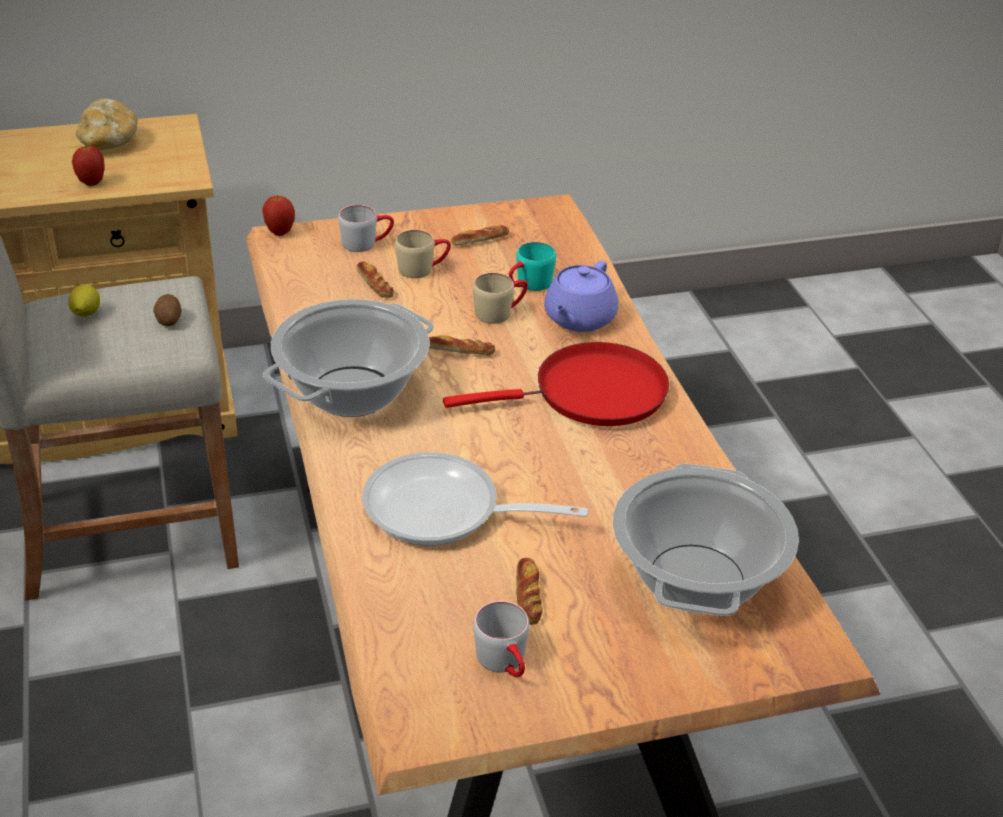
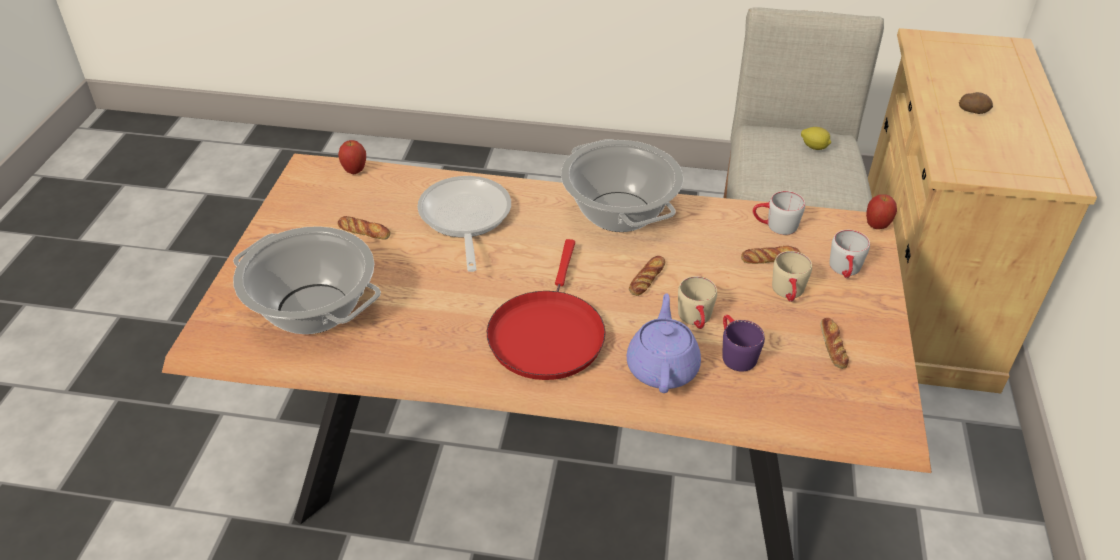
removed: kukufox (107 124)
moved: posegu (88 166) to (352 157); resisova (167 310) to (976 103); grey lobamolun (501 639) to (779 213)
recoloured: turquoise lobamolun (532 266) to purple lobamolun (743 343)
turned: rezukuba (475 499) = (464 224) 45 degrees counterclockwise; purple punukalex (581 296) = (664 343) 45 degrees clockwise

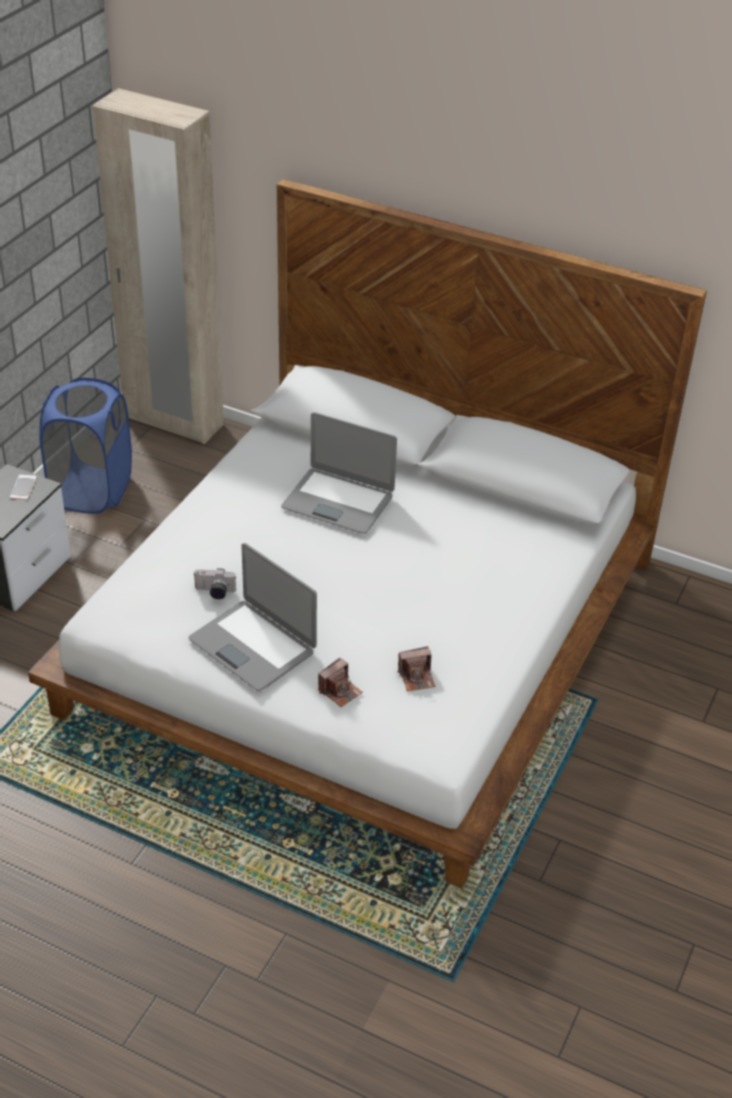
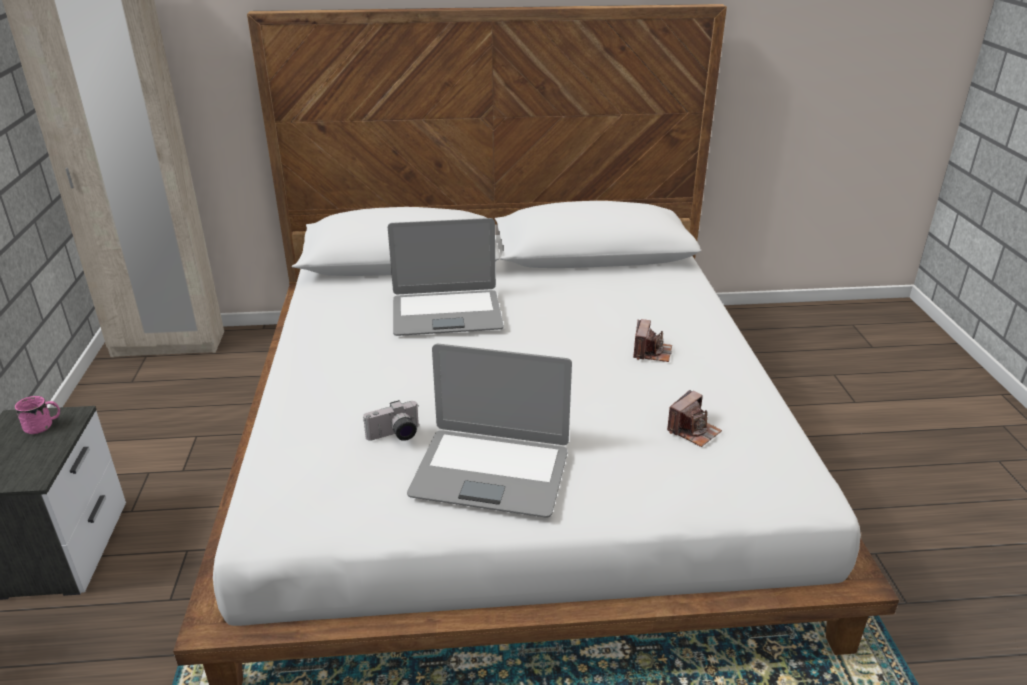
removed: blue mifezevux (85 446)
moved: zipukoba (340 682) to (652 340)
replaced: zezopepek (23 487) to pink lobamolun (37 415)

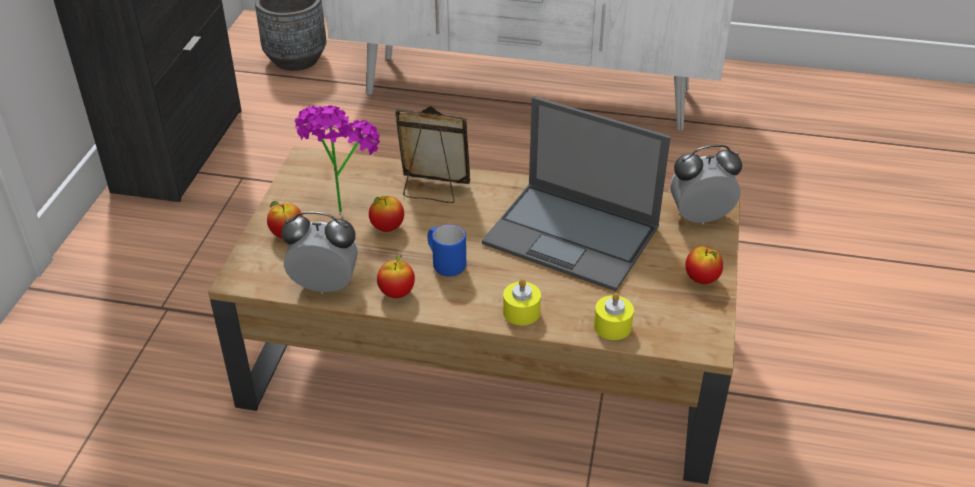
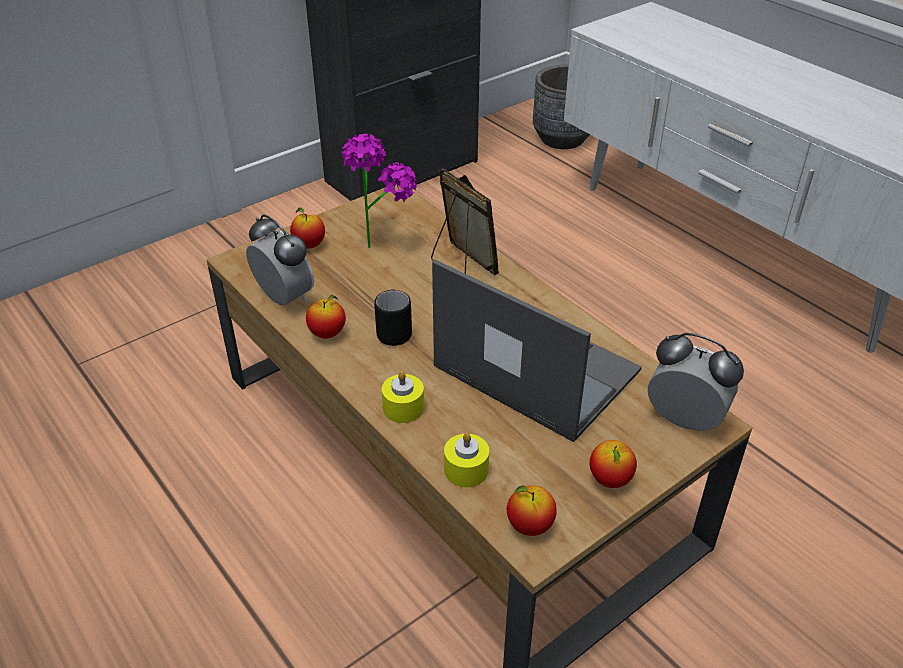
moved: posegu (386 214) to (532 510)
recoloured: blue lobamolun (446 250) to black lobamolun (393 317)
turned: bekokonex (576 193) = (537 351) 150 degrees clockwise

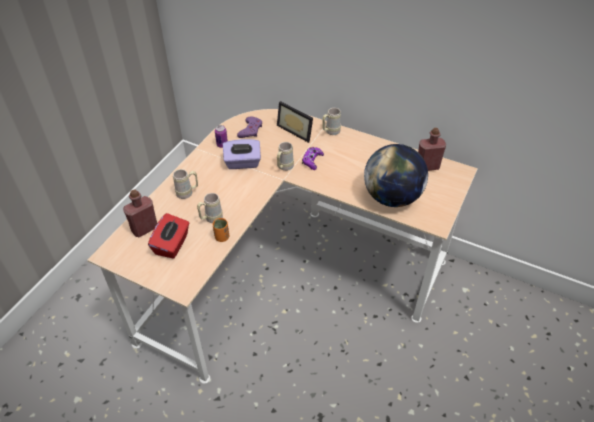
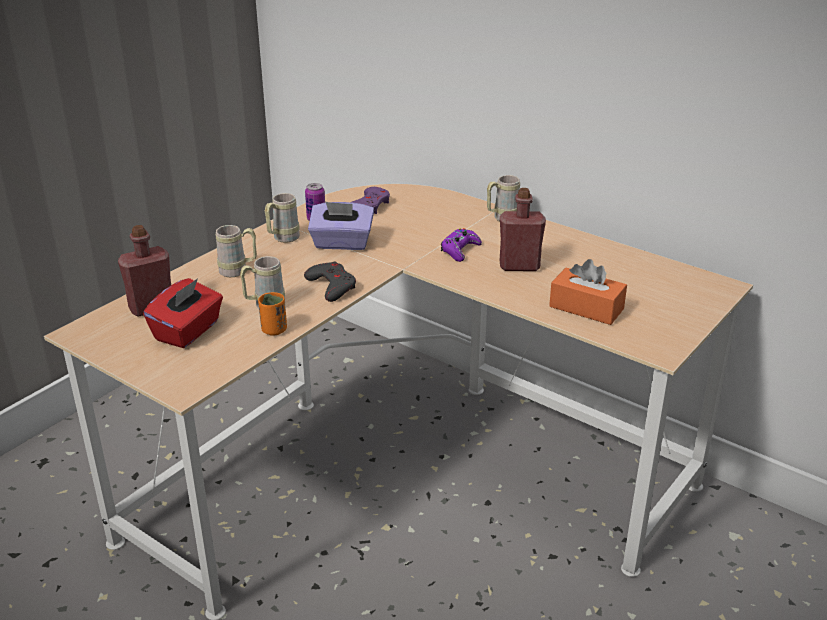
removed: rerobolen (295 122)
added: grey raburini (330 282)
moved: beige lobamolun (285 156) to (282 218); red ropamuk (432 149) to (523 229)
replaced: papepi (396 175) to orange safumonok (588 292)

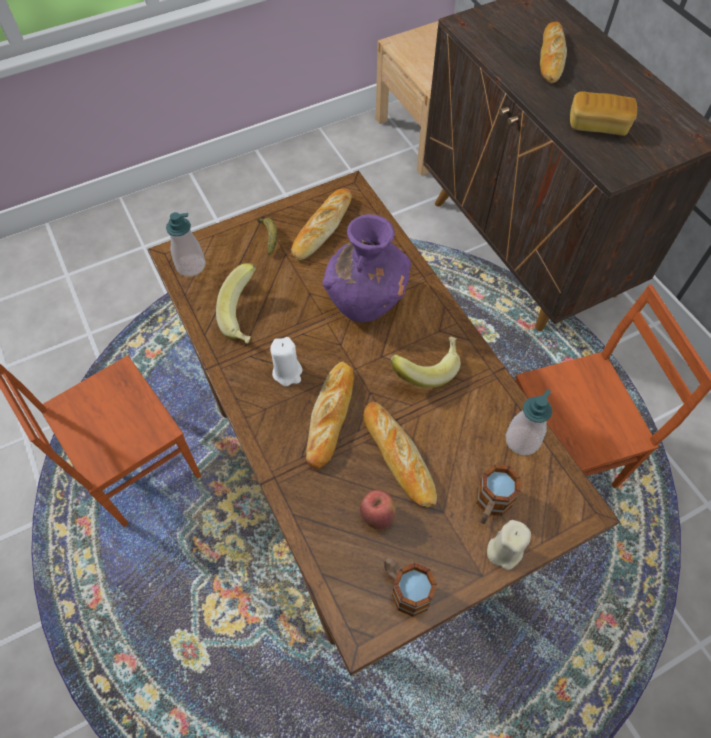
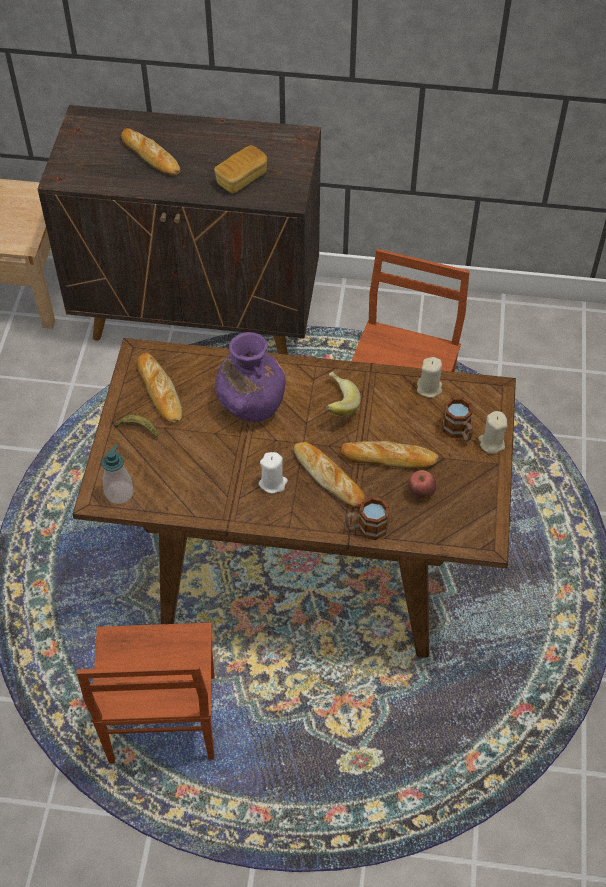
removed: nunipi (236 303)
moved: lobamolun (410 587) to (367 518)
replaced: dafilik (529 422) to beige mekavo (429 377)

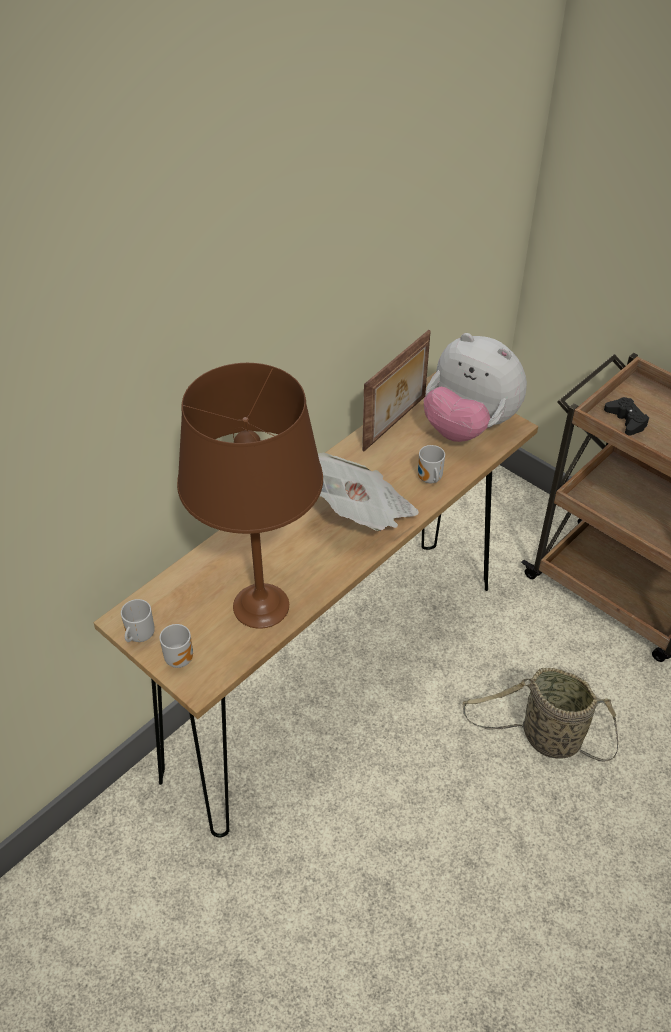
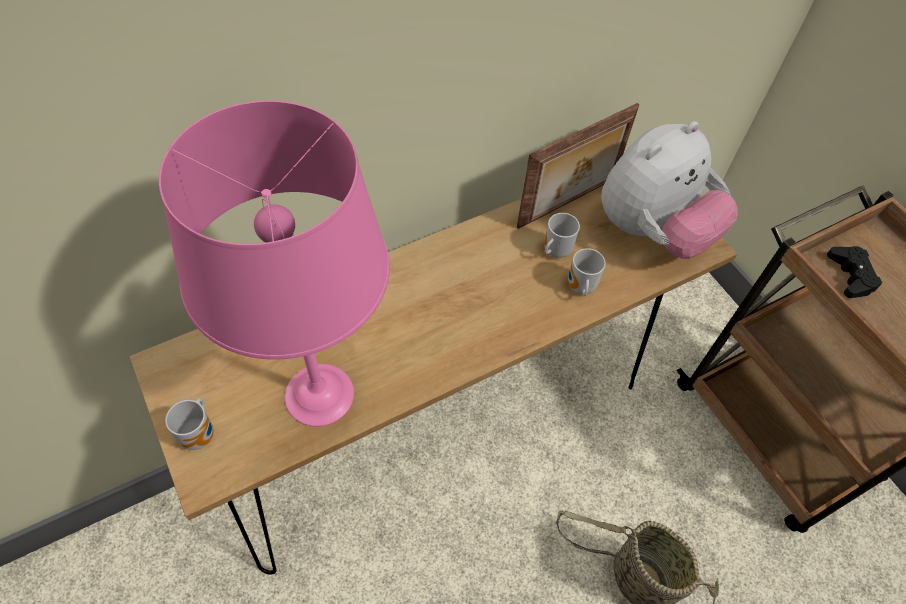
removed: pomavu (368 491)
moved: lobamolun (138 620) to (562 235)
recoloured: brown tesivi (250 496) to pink tesivi (274 264)
turned: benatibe (475 387) = (669 190) 90 degrees counterclockwise

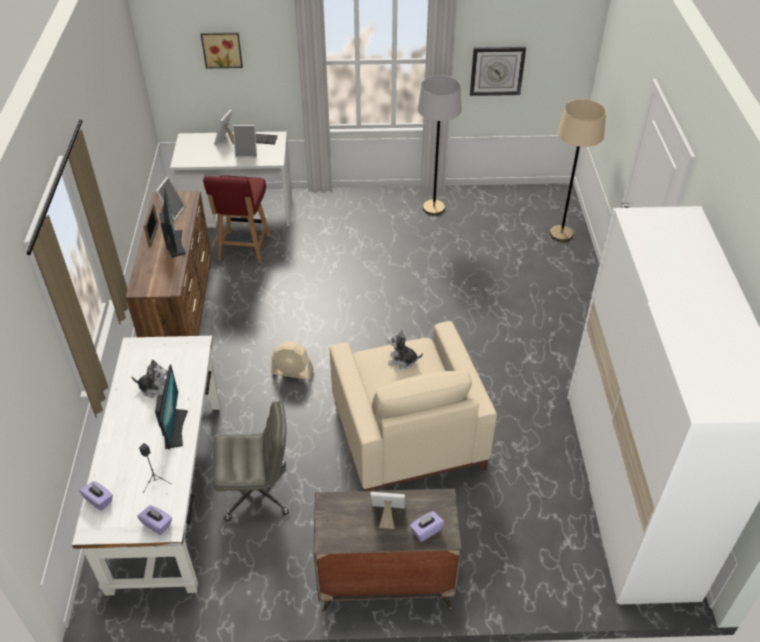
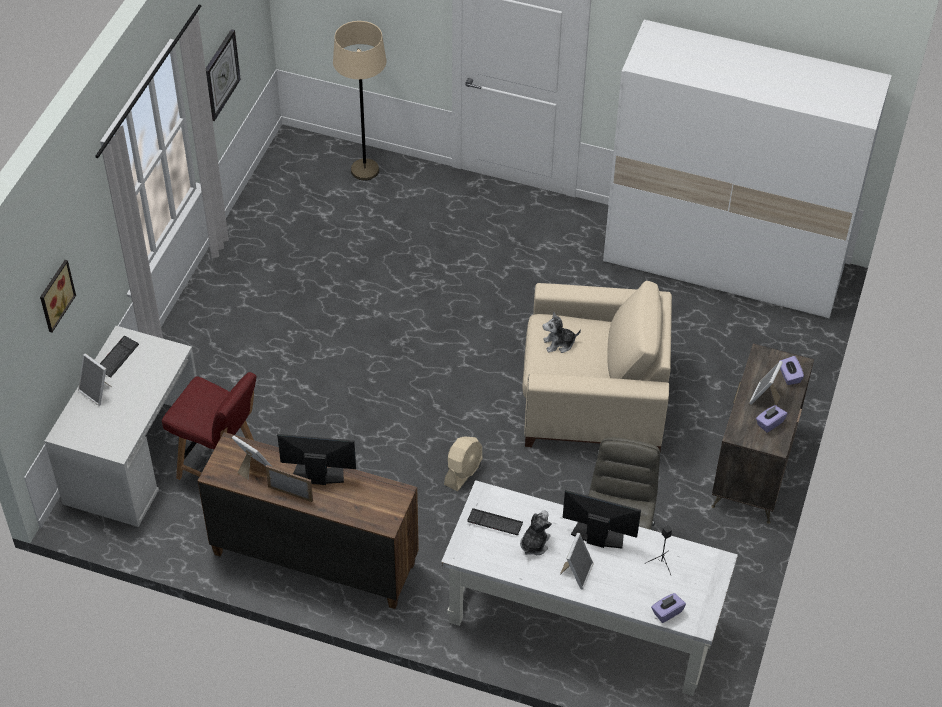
removed: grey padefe (440 145)
added: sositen (495 521)
moved: purple safumonok (154 520) to (771 419); rerobolen (245 141) to (577 561)
turned: benatibe (405 349) = (562 332) 45 degrees clockwise

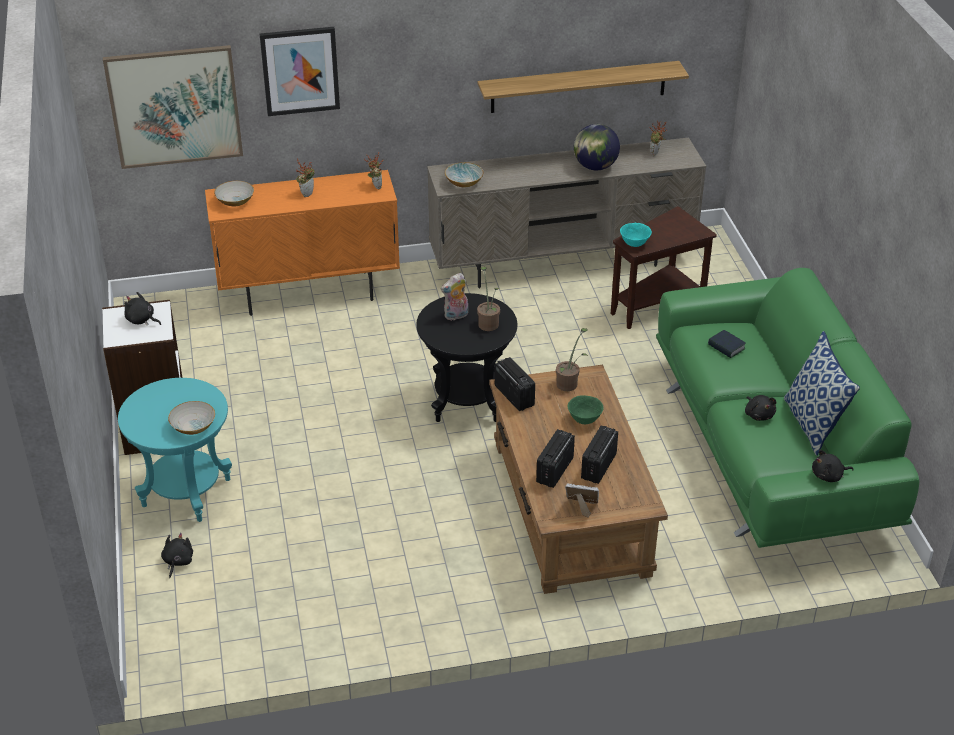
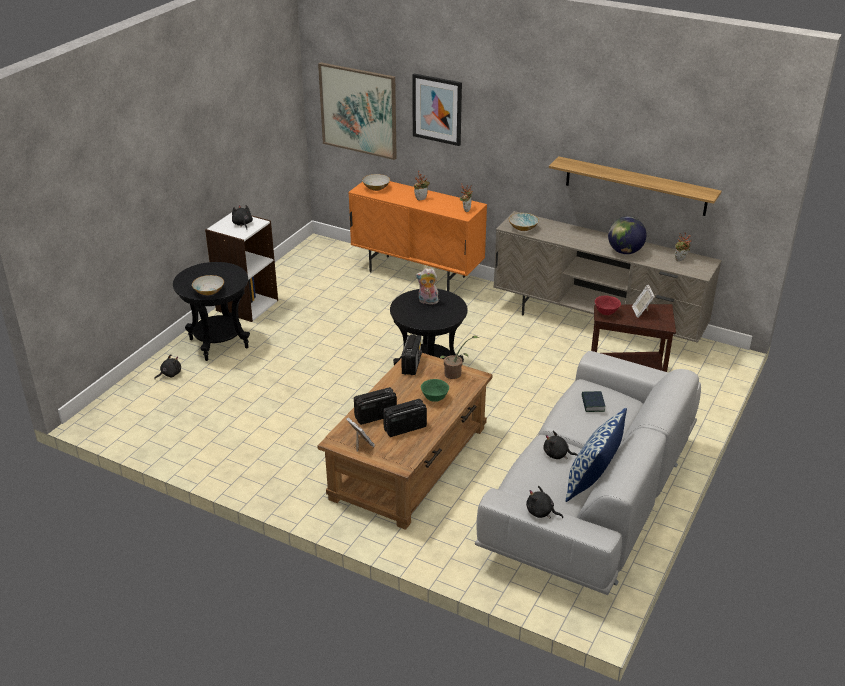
removed: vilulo (488 299)
added: rerobolen (643 301)
recoloured: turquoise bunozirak (175 450) to black bunozirak (211 311); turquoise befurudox (636 235) to red befurudox (608 305); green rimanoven (787 408) to grey rimanoven (588 473)
turned: black benatibe (760 408) = (560 445) 90 degrees clockwise

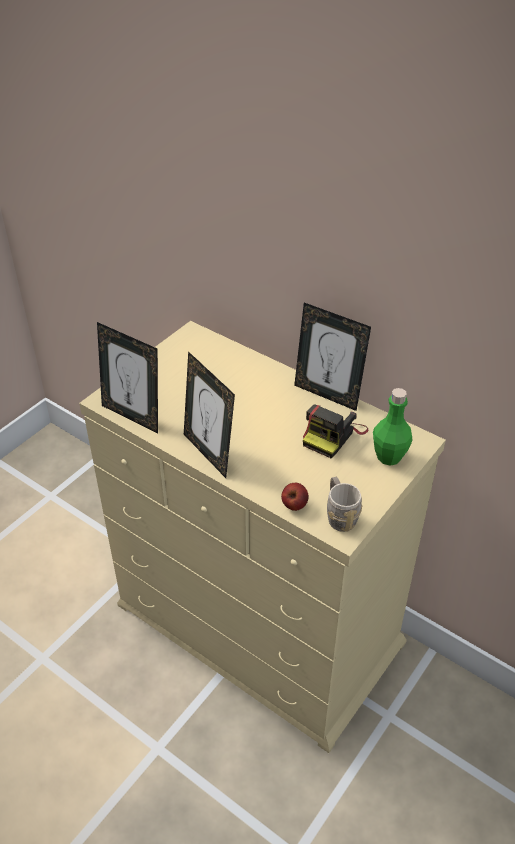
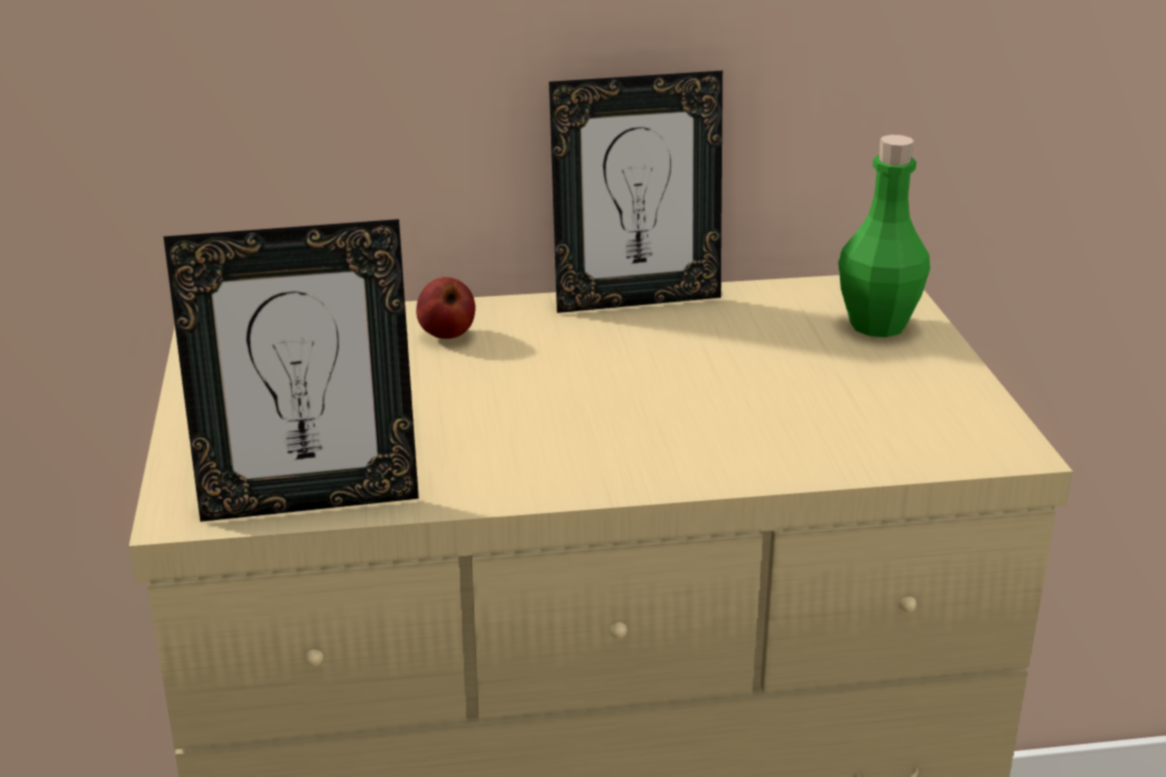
removed: rerobolen (209 414); zipukoba (335 431); grey lobamolun (345 504)
moved: posegu (295 497) to (445 308)

